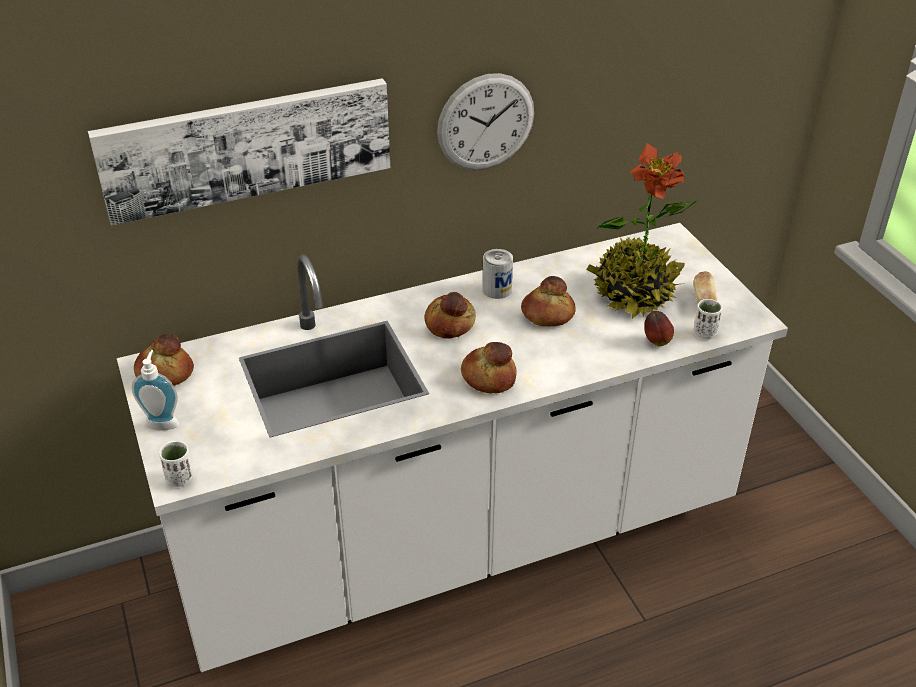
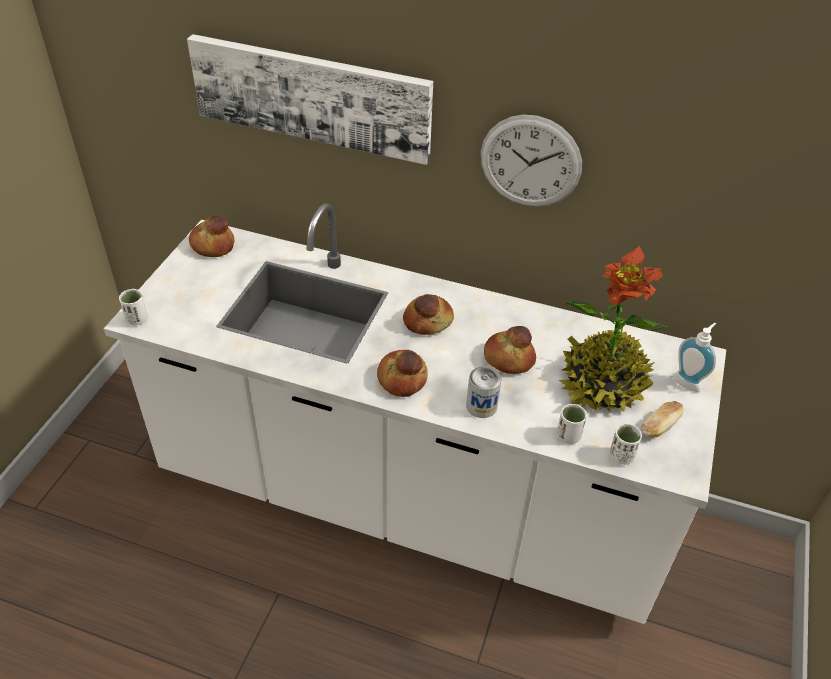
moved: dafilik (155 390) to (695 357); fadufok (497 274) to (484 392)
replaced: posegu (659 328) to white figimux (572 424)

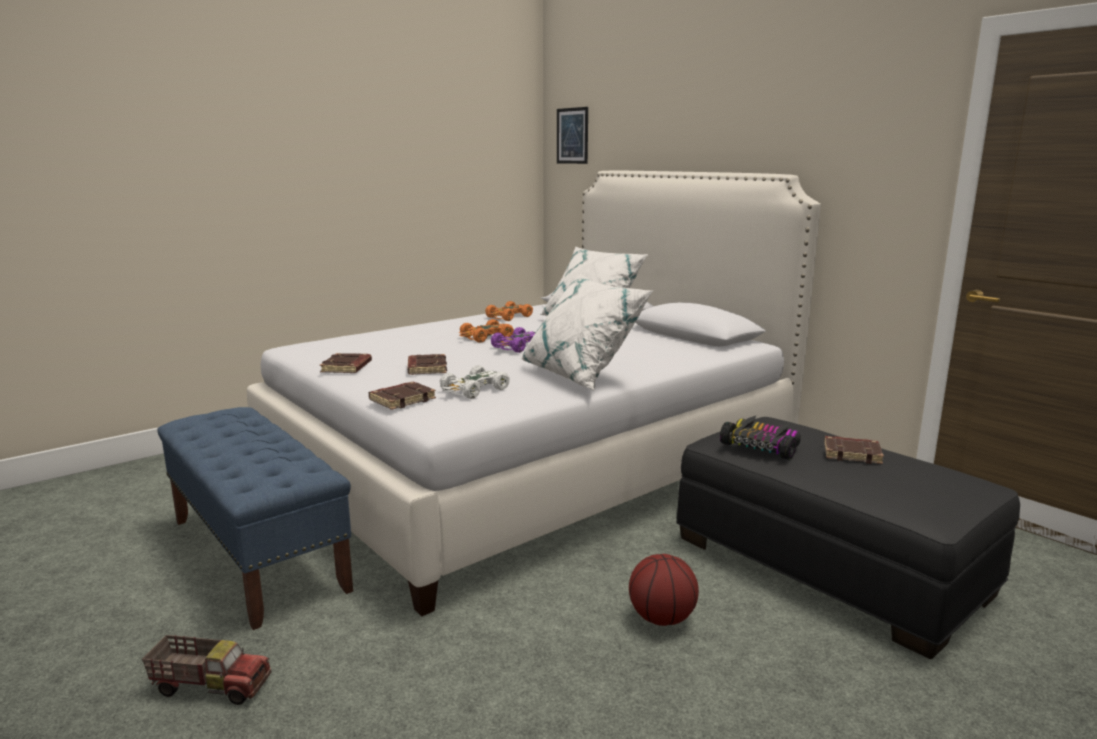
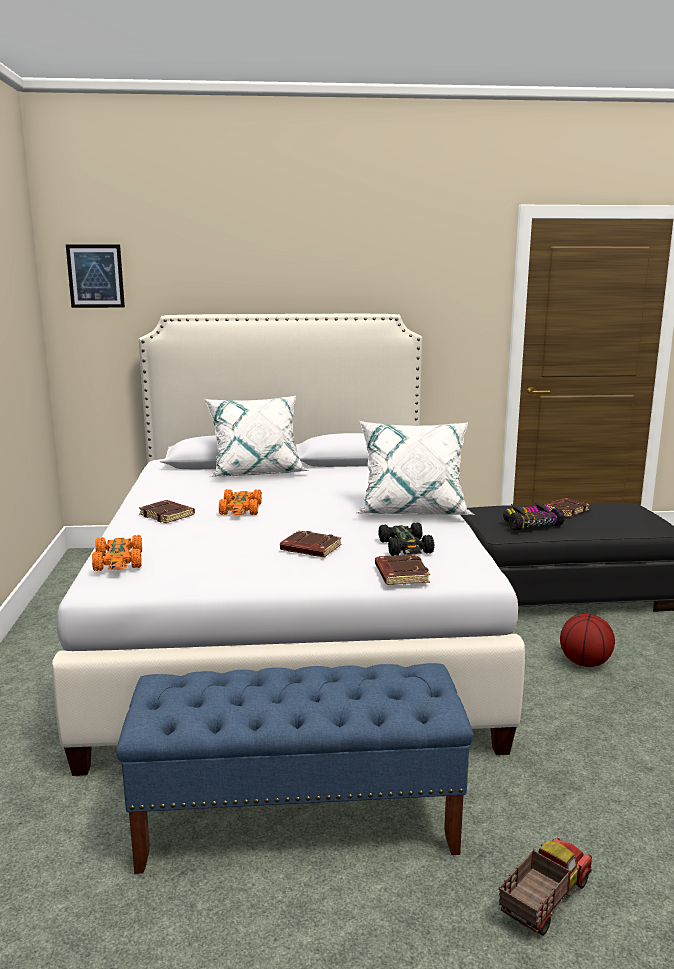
removed: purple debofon (513 340)
moved: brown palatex (346 363) to (167 511); orange debofon (509 311) to (117 553)
recoloured: white debofon (474 382) to black debofon (406 539)

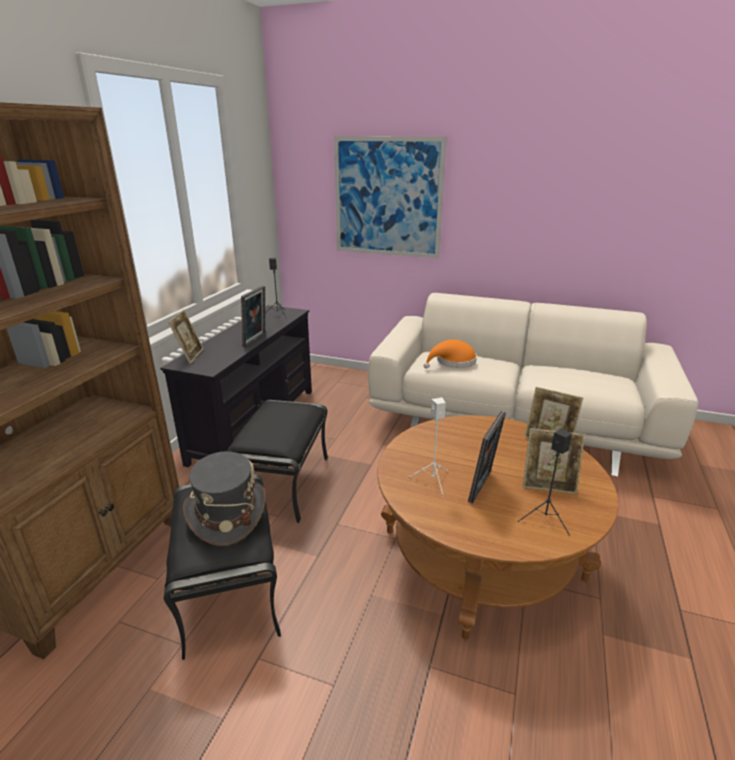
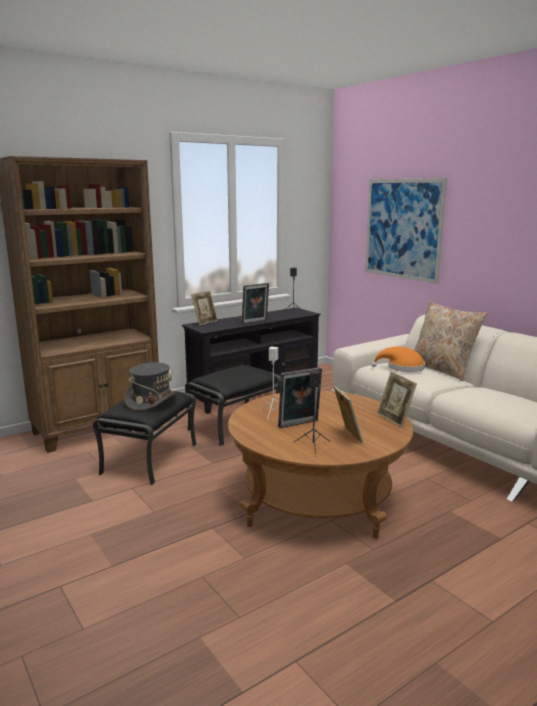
added: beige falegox (451 341)
turned: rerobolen (554 461) = (348 415) 150 degrees counterclockwise

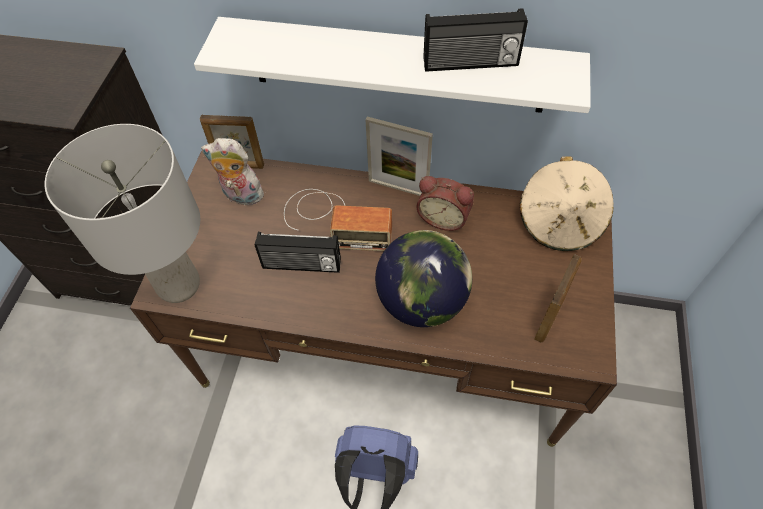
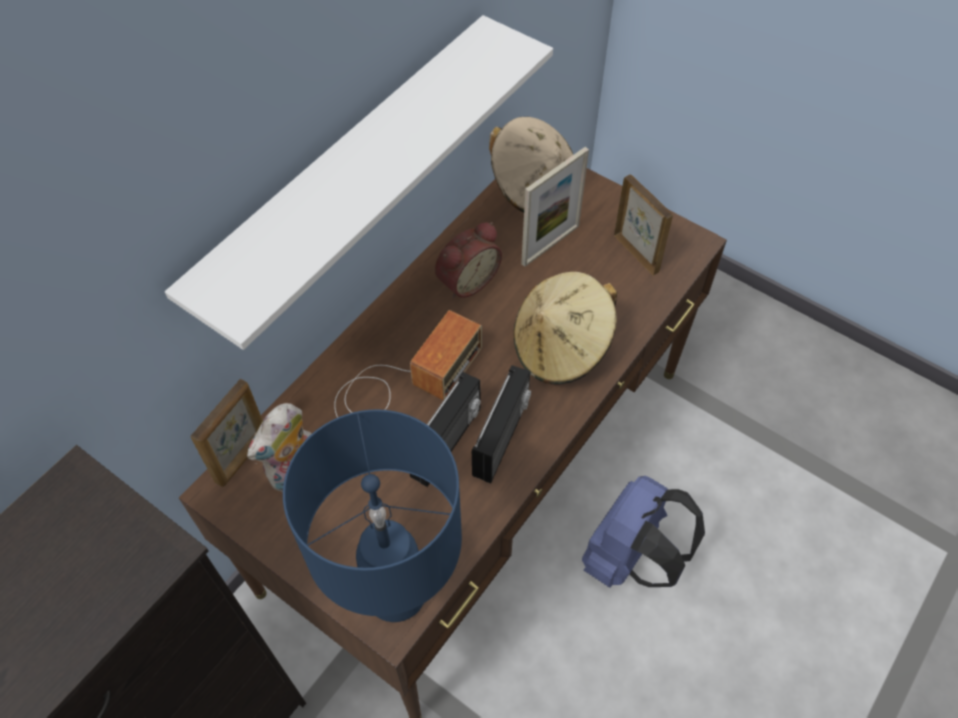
moved: rerobolen (399 156) to (555 207); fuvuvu (475 40) to (501 424)
replaced: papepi (423 278) to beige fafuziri (565 328)
recoloured: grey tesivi (122 213) to blue tesivi (372 515)

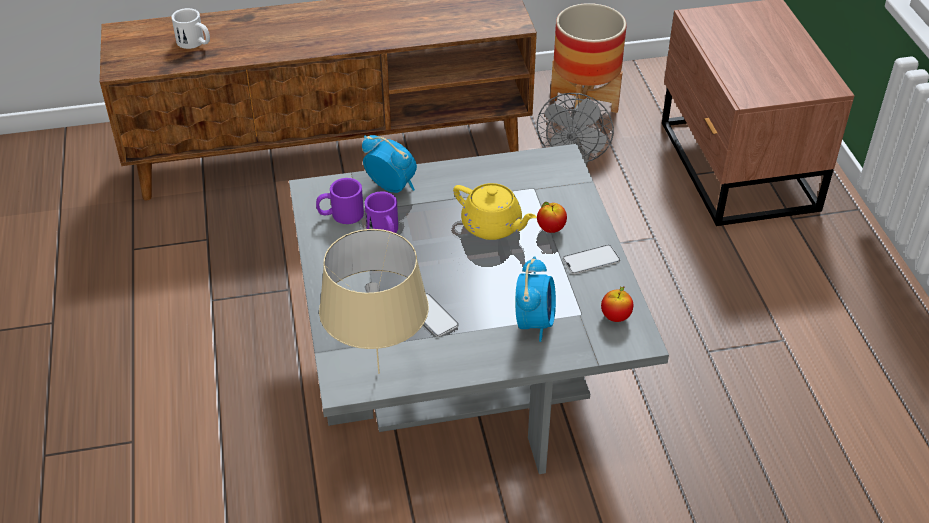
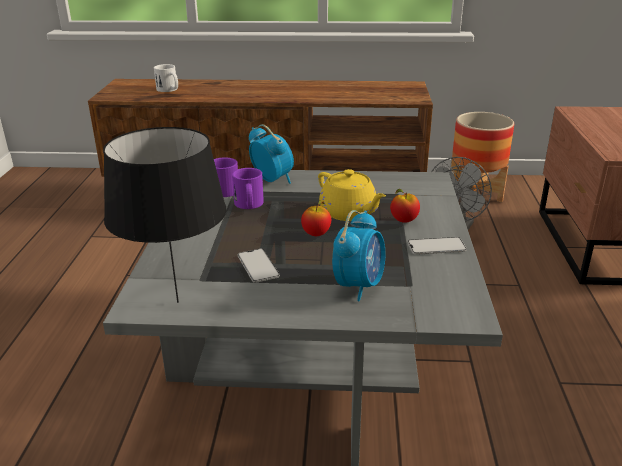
moved: posegu (617 304) to (316 218)
recoloured: beige tesivi (374 301) to black tesivi (164 215)

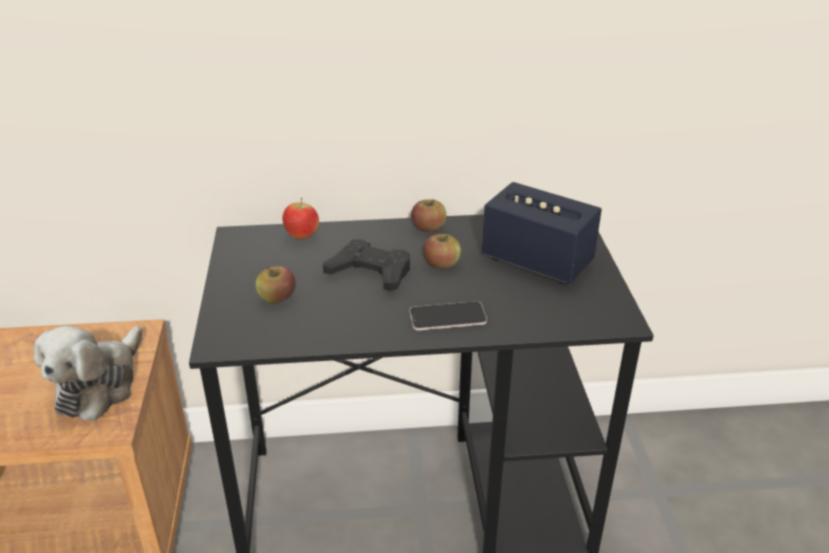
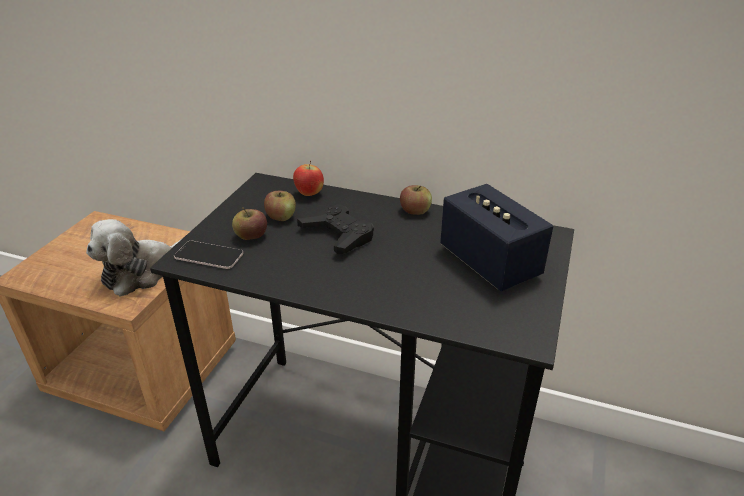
moved: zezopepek (448 315) to (208 255); posegu (442 251) to (280 206)

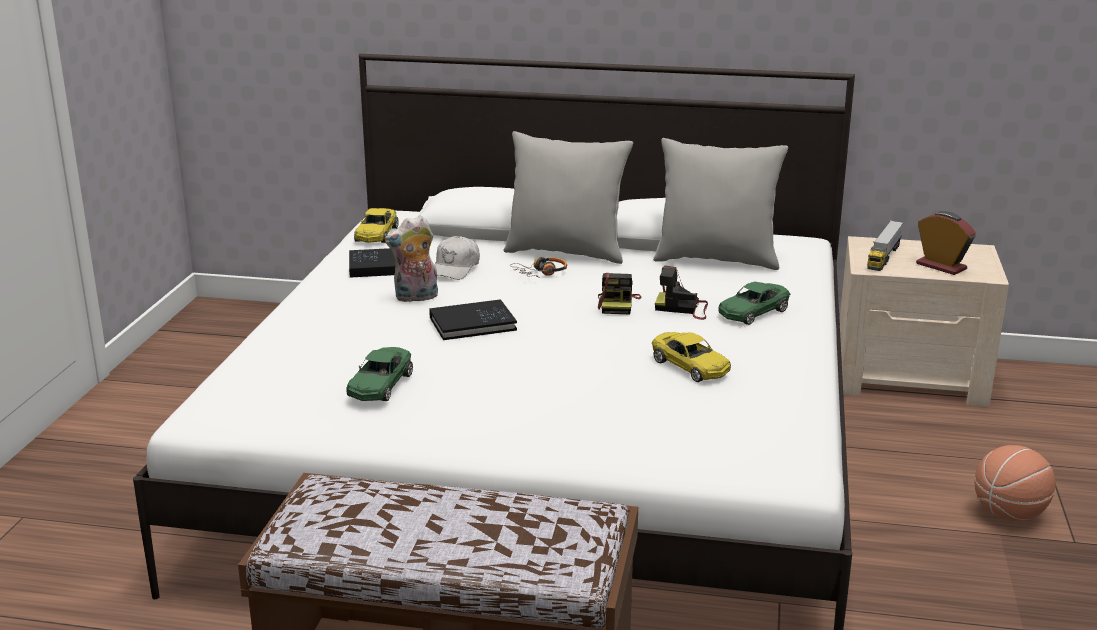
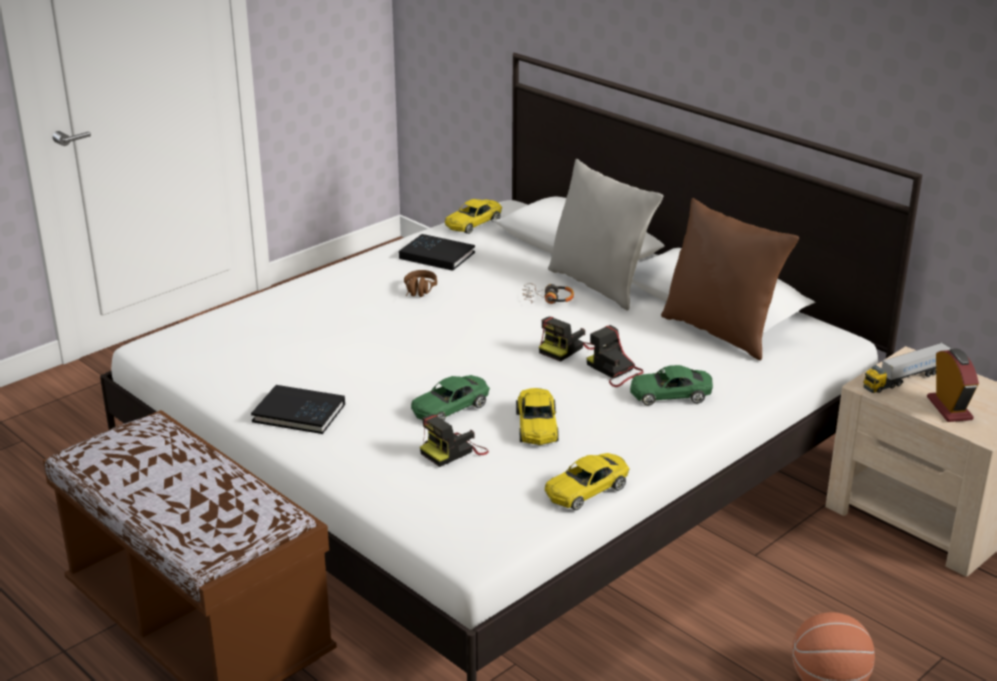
removed: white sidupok (457 258)
added: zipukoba (454 440); yellow debofon (587 481)
moved: green debofon (379 374) to (450 397); black palatex (473 319) to (298 409)
replaced: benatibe (411 259) to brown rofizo (420 283)
recoloured: grey falegox (720 204) to brown falegox (730 279)

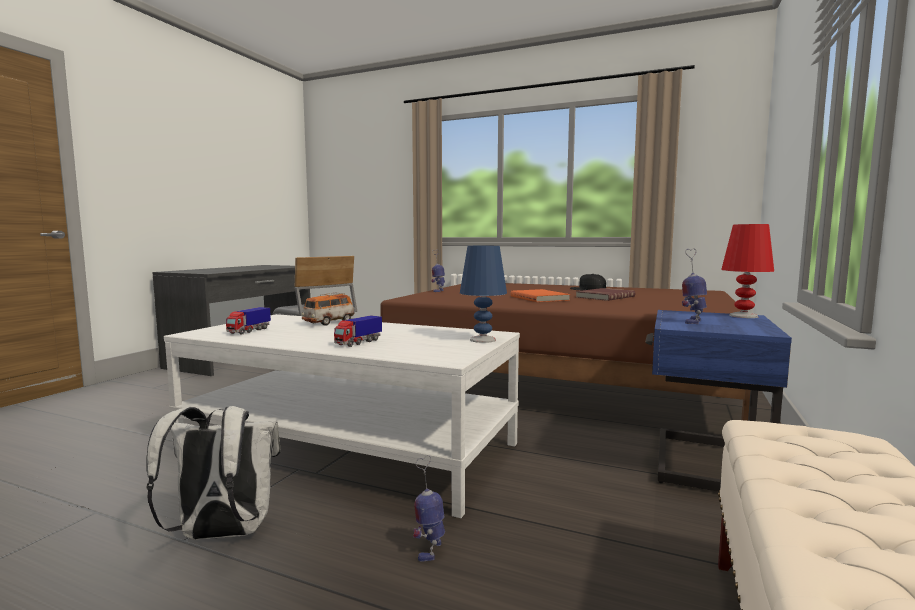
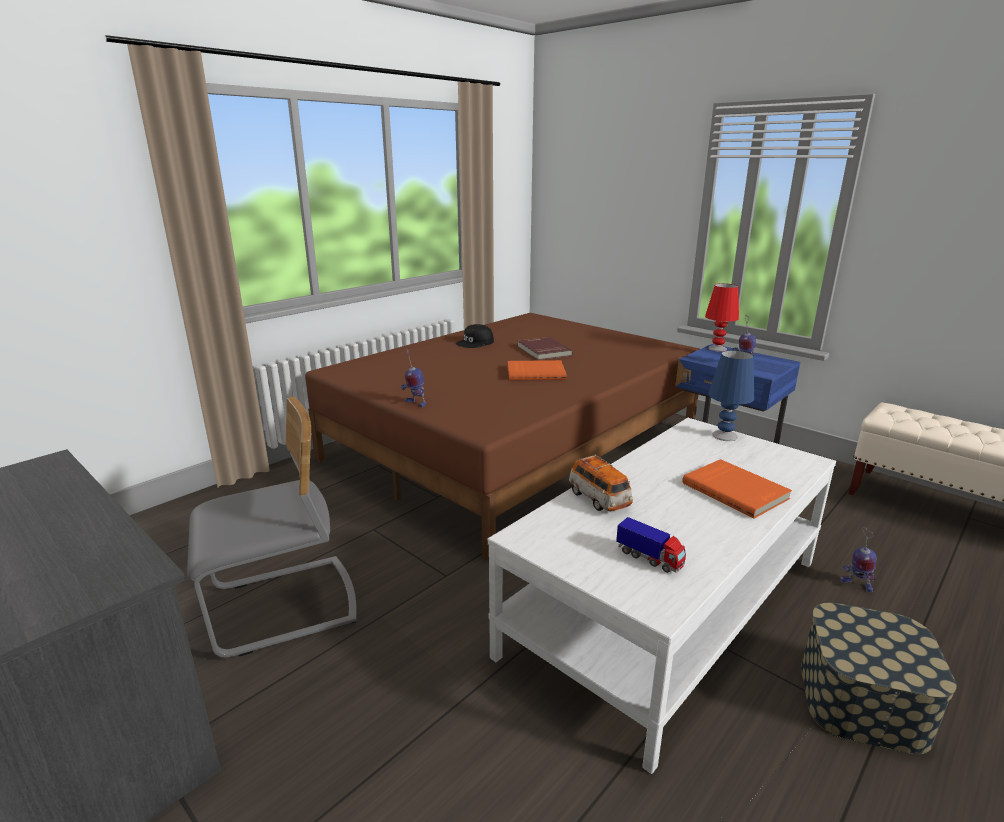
replaced: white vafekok (213 473) to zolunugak (879 679); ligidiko (358 331) to orange palatex (737 489)

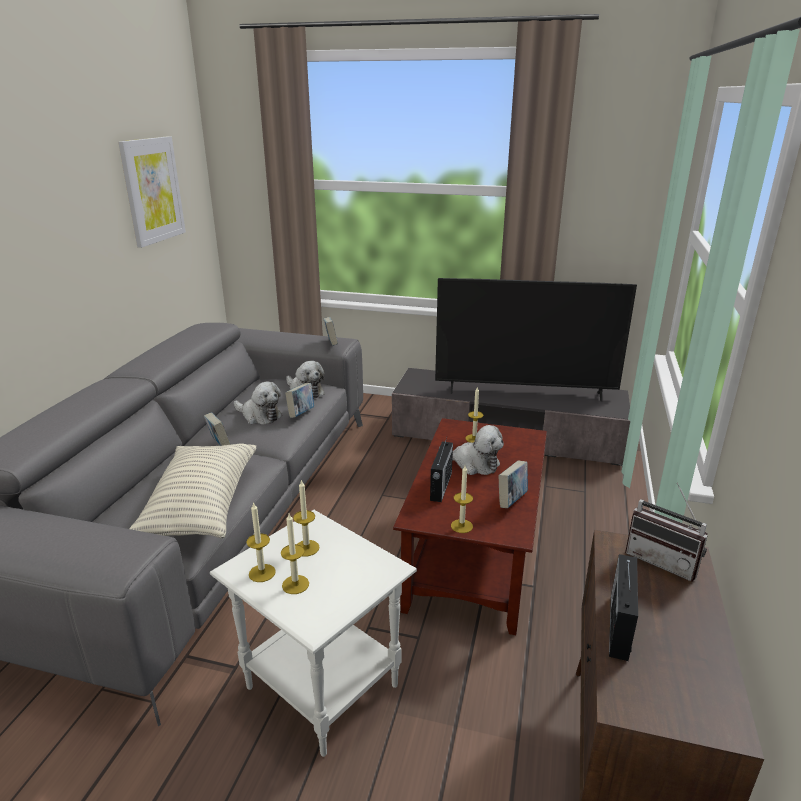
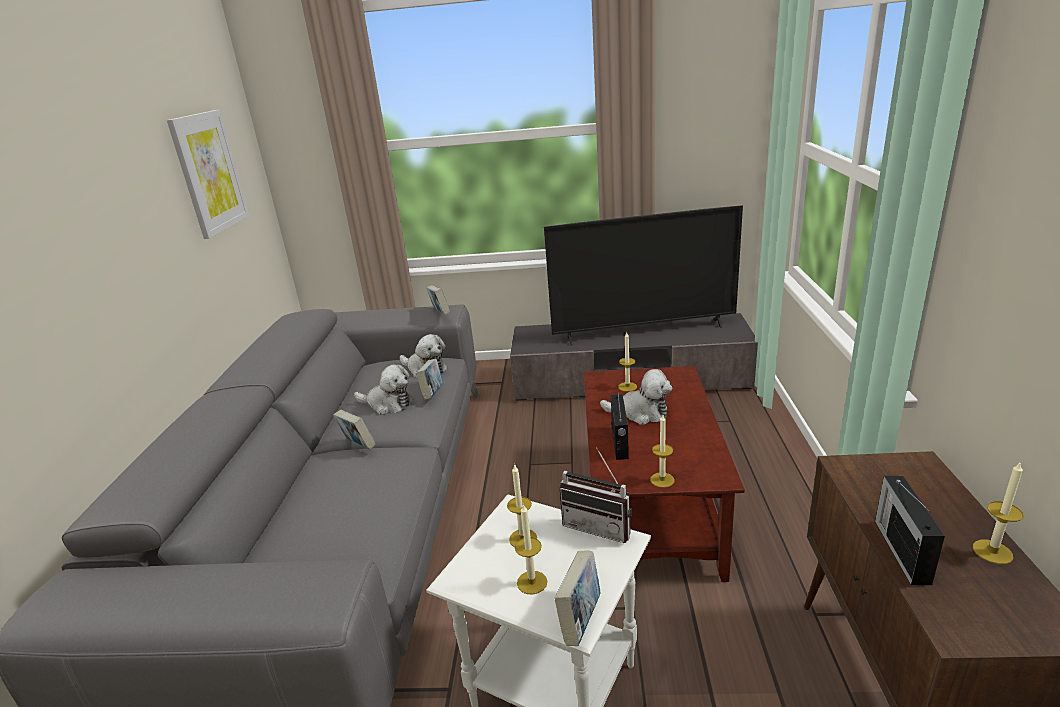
removed: falegox (192 491)
moved: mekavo (261 542) to (998 513); palatex (513 484) to (577 598); fuvuvu (666 532) to (596 495)

